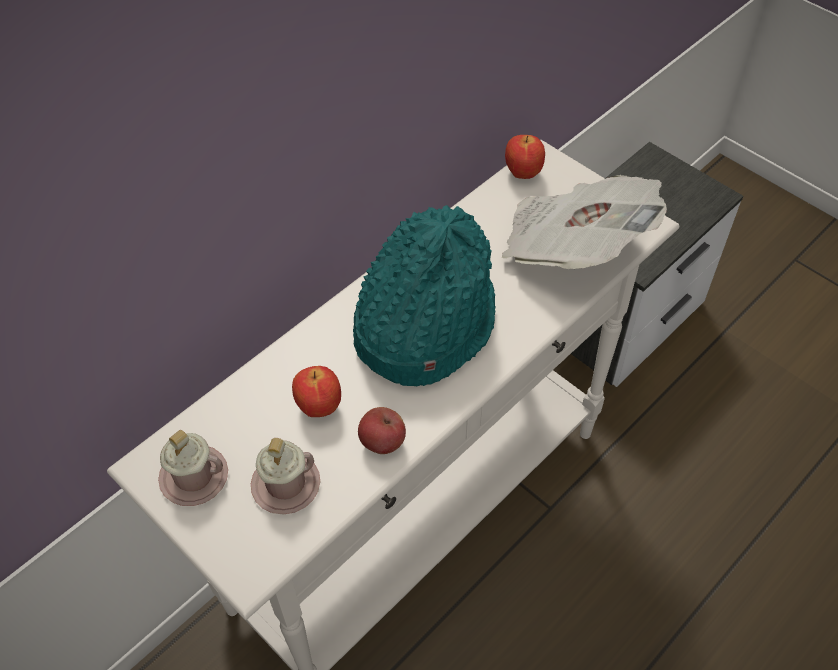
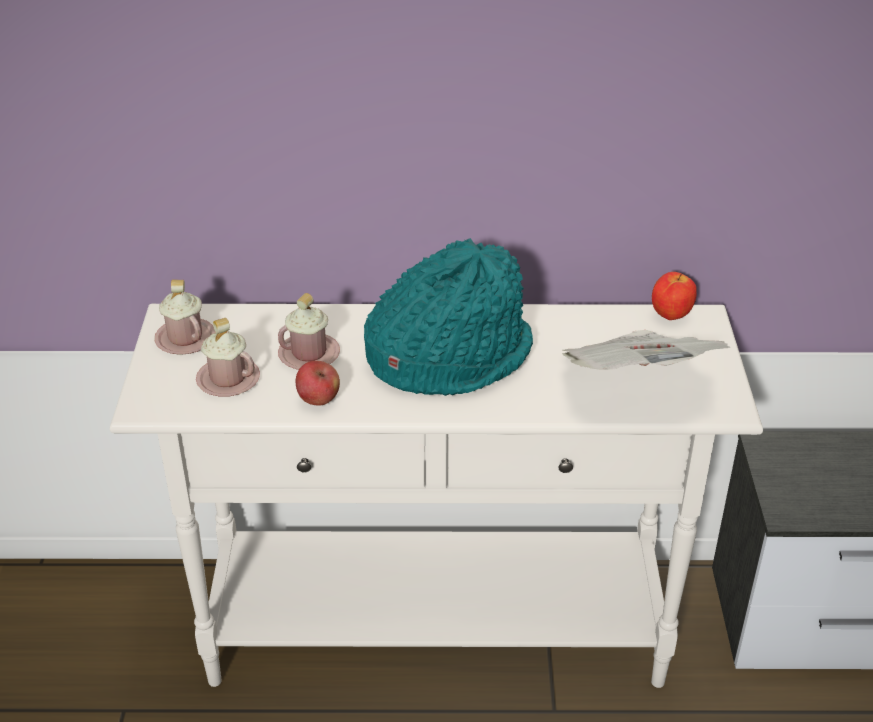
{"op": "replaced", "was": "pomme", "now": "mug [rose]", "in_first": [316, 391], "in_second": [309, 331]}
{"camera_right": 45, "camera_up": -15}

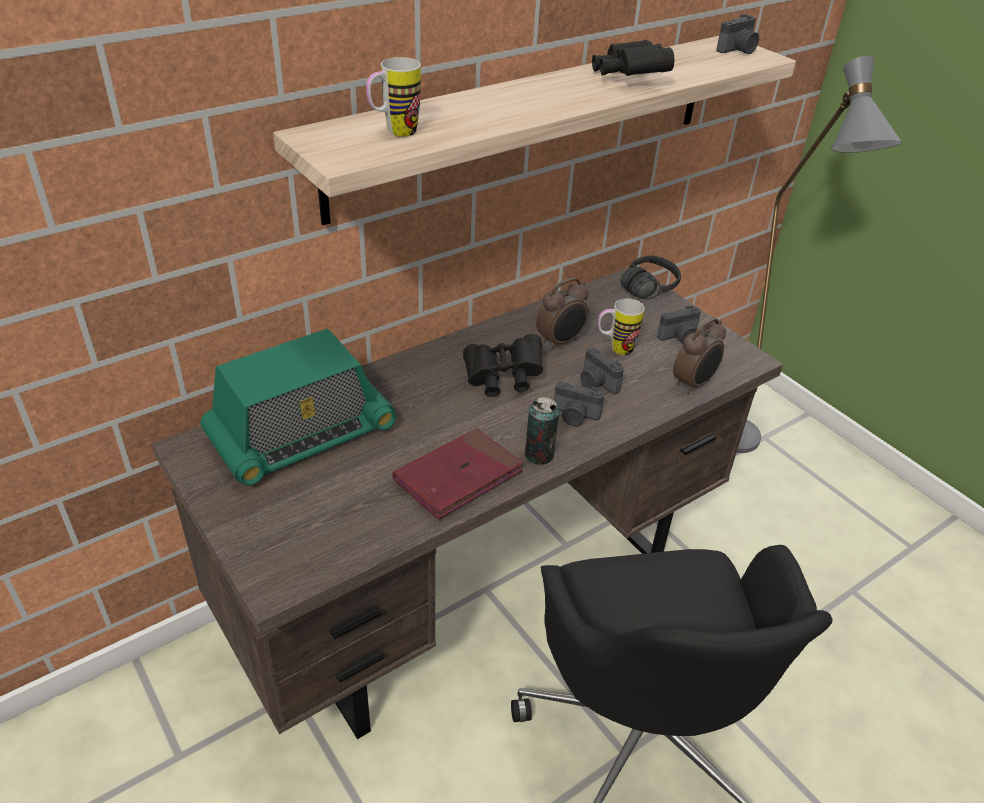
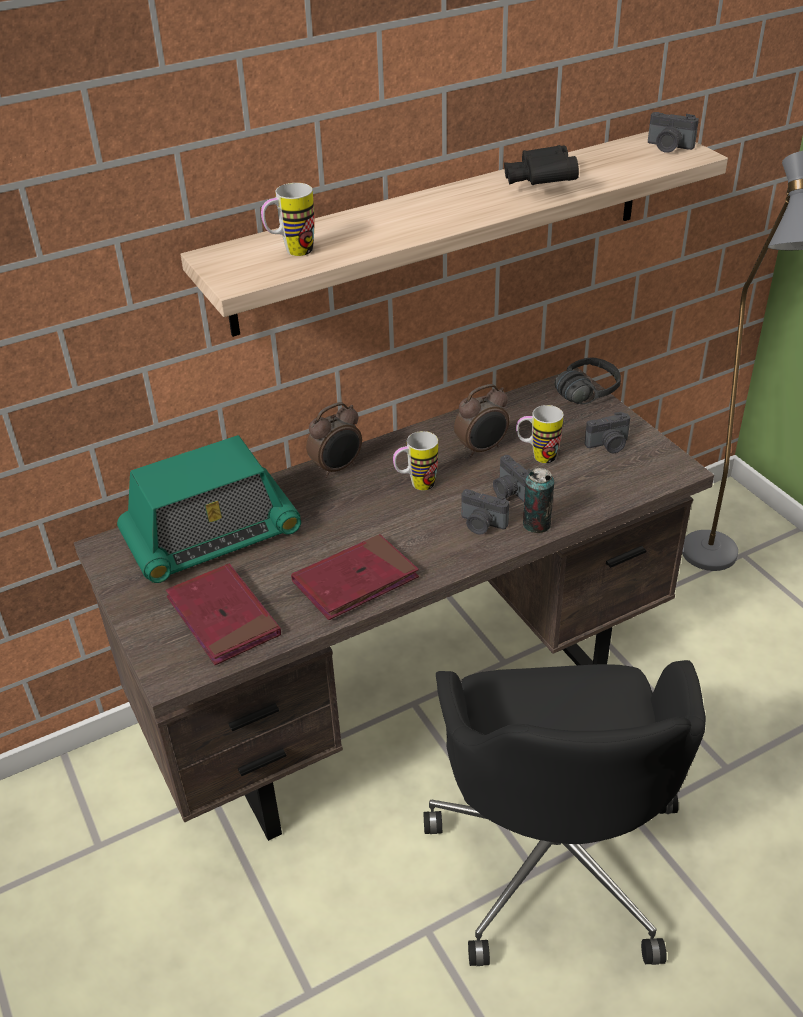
{"op": "added", "now": "livre [rouge]", "in_second": [223, 614]}
{"op": "moved", "was": "boîte métallique", "in_first": [542, 431], "in_second": [538, 500]}
{"op": "moved", "was": "réveil", "in_first": [699, 355], "in_second": [334, 440]}
{"op": "replaced", "was": "jumelles [noir]", "now": "mug", "in_first": [503, 365], "in_second": [415, 460]}
{"op": "turned", "was": "appareil photo", "in_first": [737, 34], "in_second": [673, 132], "clockwise": 60}
{"camera_right": 10, "camera_up": 0}

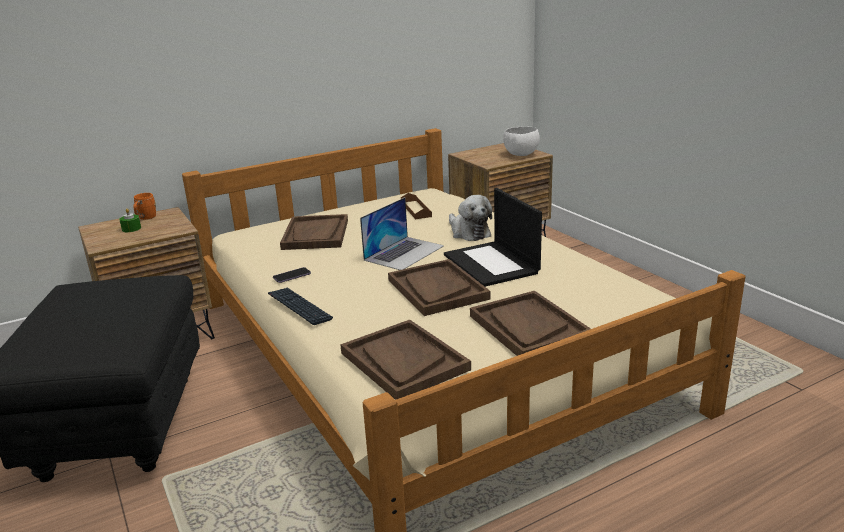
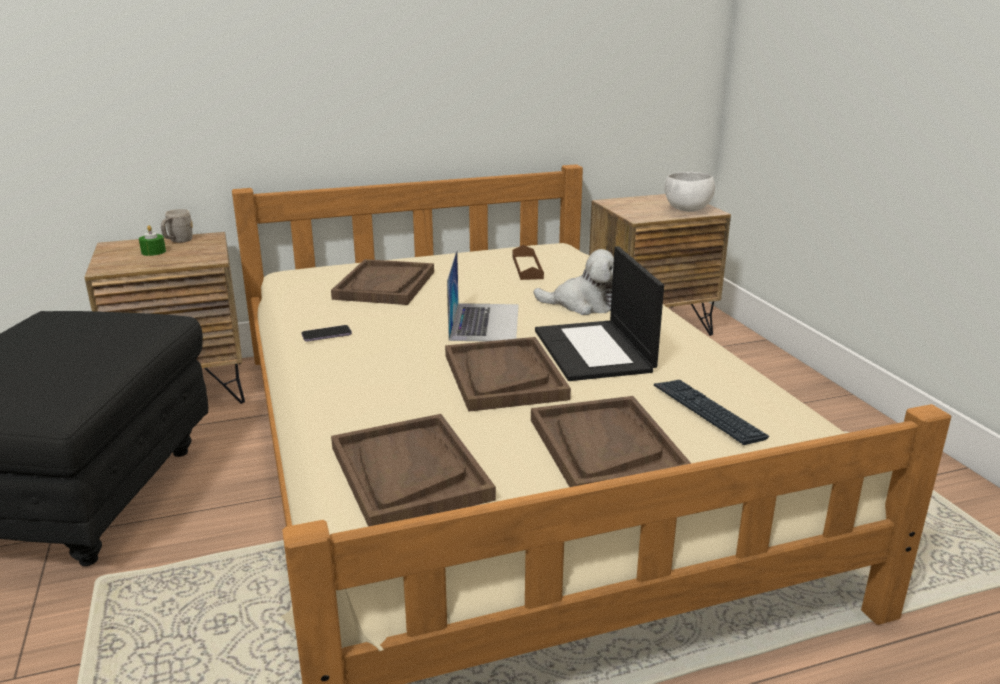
{"op": "moved", "was": "clavier", "in_first": [300, 306], "in_second": [711, 412]}
{"op": "recoloured", "was": "mug [orange]", "now": "mug [gris]", "in_first": [144, 206], "in_second": [177, 226]}
{"op": "turned", "was": "ordinateur portable", "in_first": [402, 233], "in_second": [483, 295], "clockwise": -45}
{"op": "turned", "was": "peluche", "in_first": [470, 218], "in_second": [573, 282], "clockwise": -60}
{"camera_right": 10, "camera_up": 0}

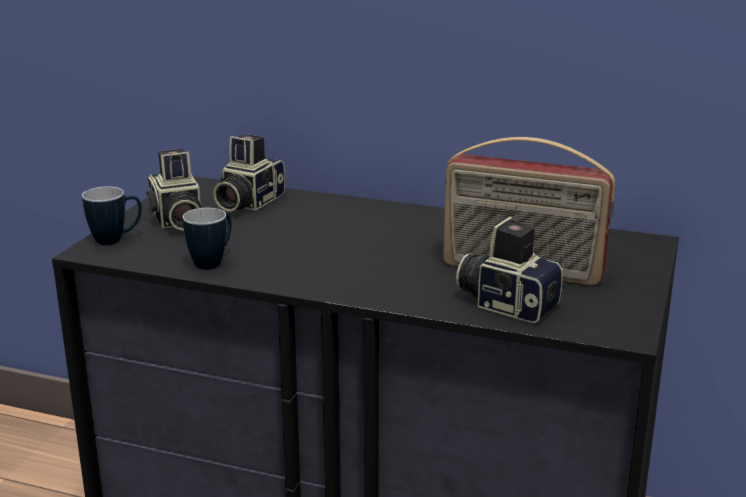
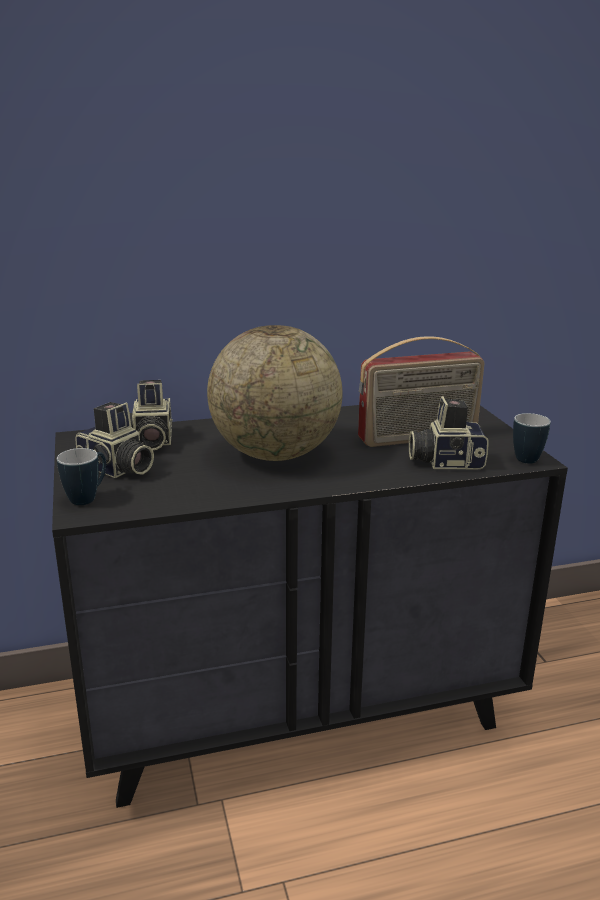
{"op": "added", "now": "globe", "in_second": [275, 393]}
{"op": "moved", "was": "mug", "in_first": [207, 239], "in_second": [532, 438]}
{"camera_right": -35, "camera_up": 0}

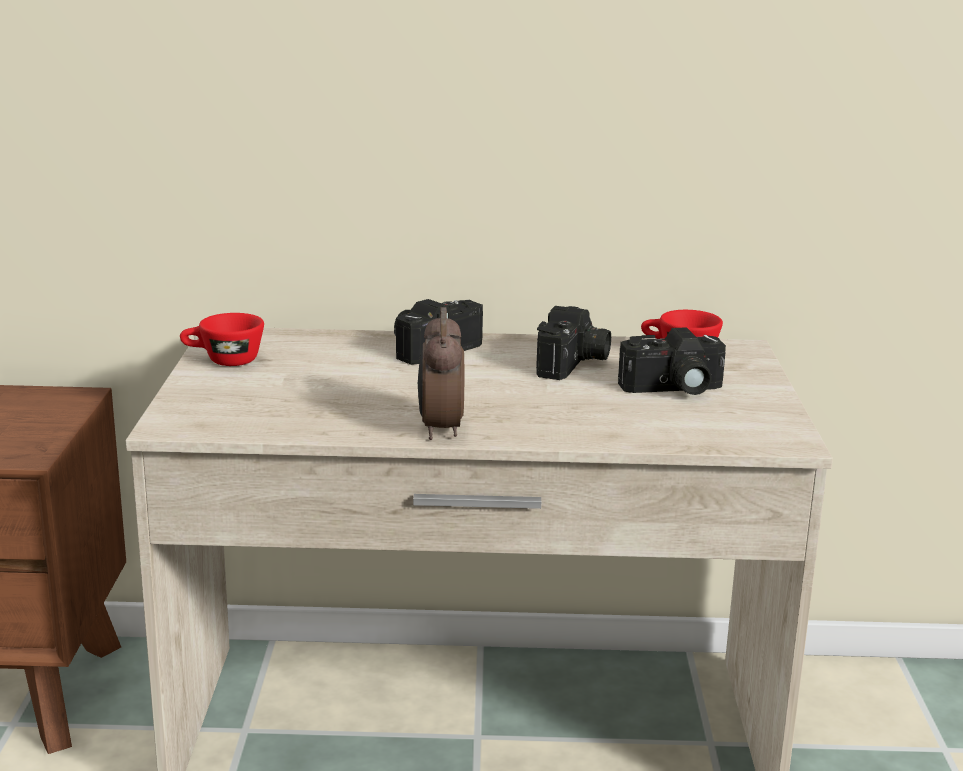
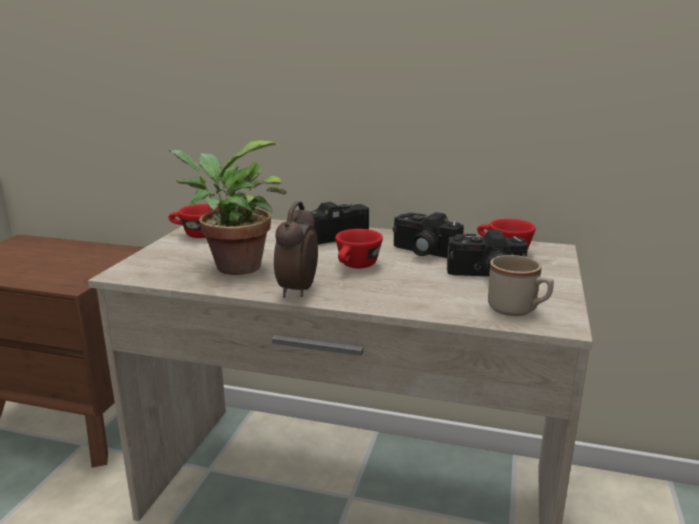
{"op": "added", "now": "plante en pot", "in_second": [228, 207]}
{"op": "added", "now": "tasse [rouge]", "in_second": [359, 248]}
{"op": "added", "now": "mug [beige]", "in_second": [521, 285]}
{"op": "turned", "was": "appareil photo", "in_first": [573, 343], "in_second": [428, 235], "clockwise": 90}
{"camera_right": 15, "camera_up": 0}

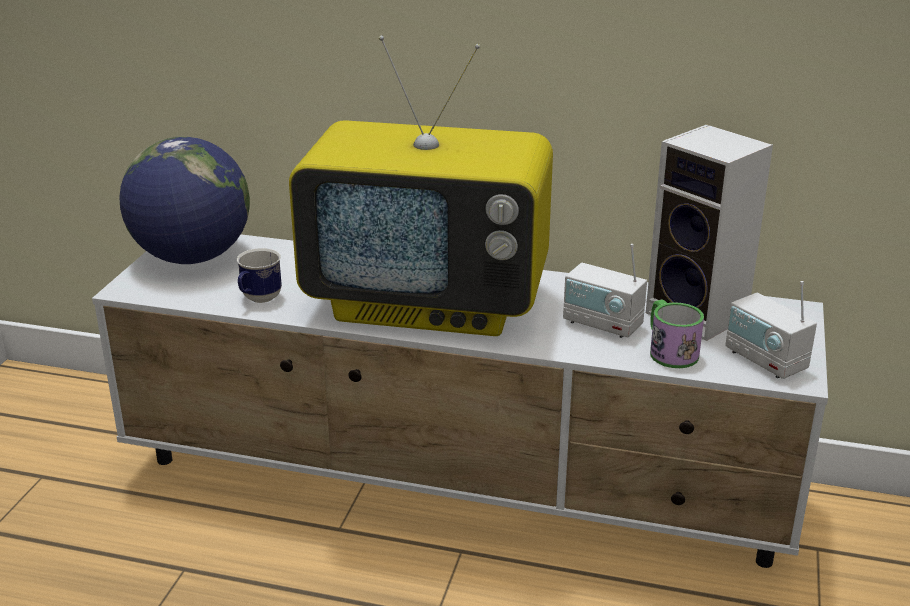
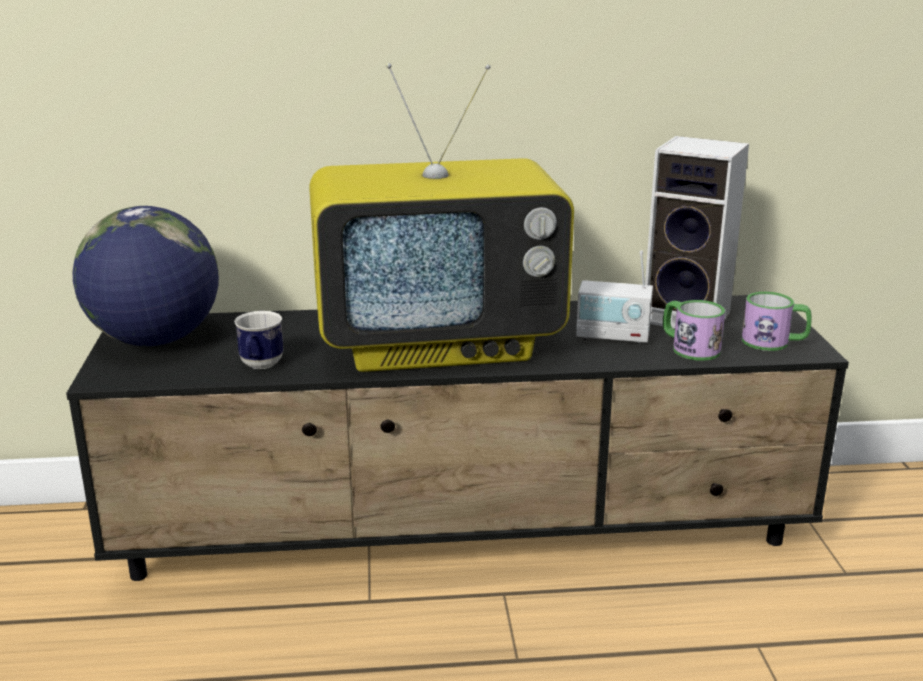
{"op": "replaced", "was": "radio", "now": "mug", "in_first": [771, 330], "in_second": [777, 321]}
{"op": "recoloured", "was": "meuble télé [blanc]", "now": "meuble télé [noir]", "in_first": [460, 401], "in_second": [457, 438]}
{"camera_right": -20, "camera_up": -5}

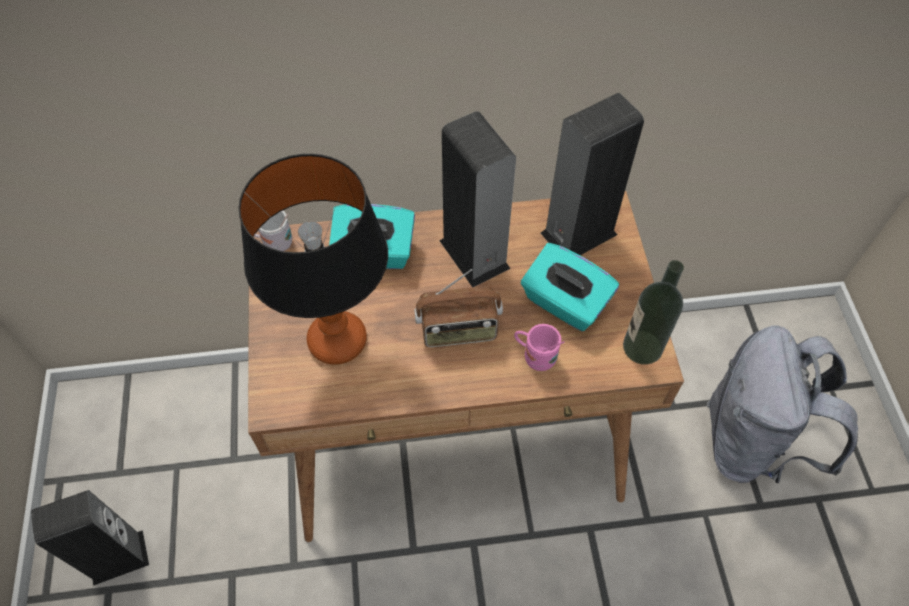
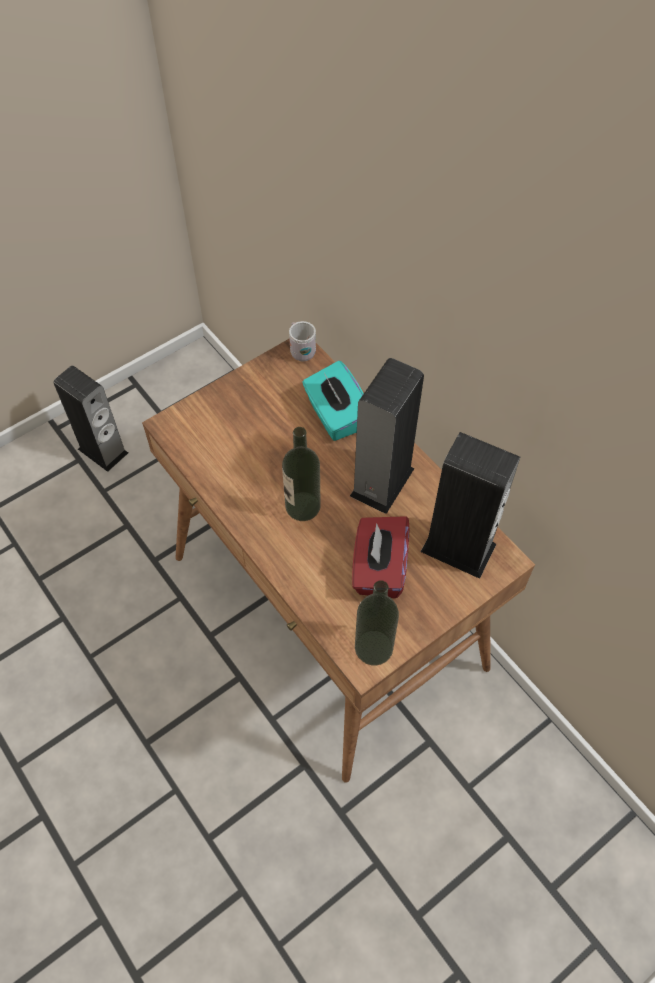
{"op": "removed", "was": "lampe de table", "in_first": [313, 259]}
{"op": "removed", "was": "mug [rose]", "in_first": [539, 347]}
{"op": "removed", "was": "sac à dos [gris]", "in_first": [782, 404]}
{"op": "replaced", "was": "radio", "now": "bouteille", "in_first": [458, 308], "in_second": [301, 474]}
{"op": "recoloured", "was": "boîte à mouchoirs [turquoise]", "now": "boîte à mouchoirs [rouge]", "in_first": [570, 287], "in_second": [380, 557]}
{"camera_right": 60, "camera_up": 0}

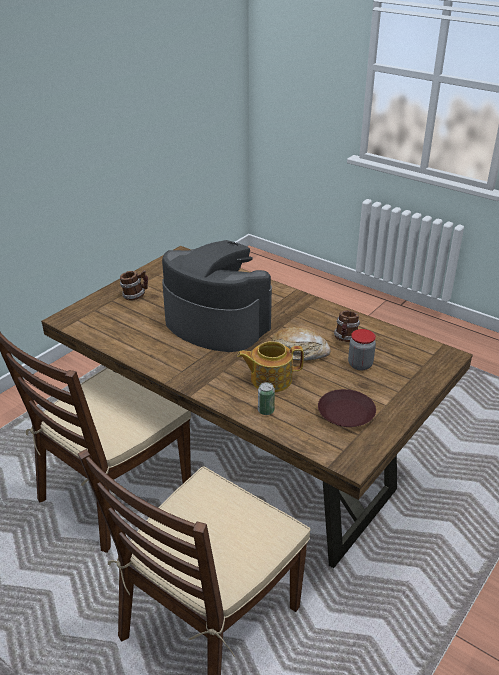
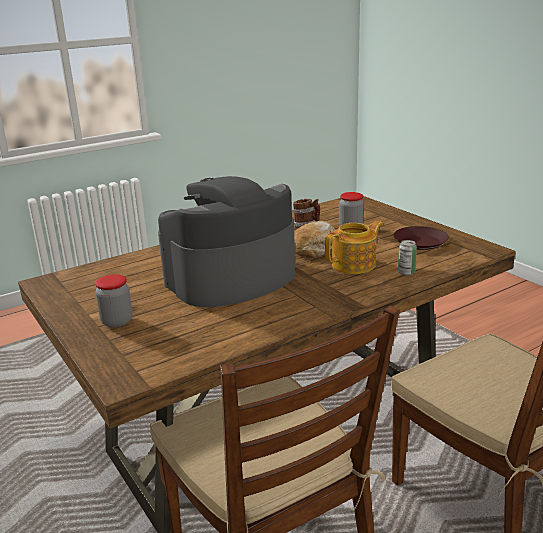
{"op": "replaced", "was": "mug", "now": "bocal", "in_first": [134, 285], "in_second": [113, 301]}
{"op": "turned", "was": "théière", "in_first": [270, 366], "in_second": [354, 247], "clockwise": -135}
{"camera_right": -70, "camera_up": -10}

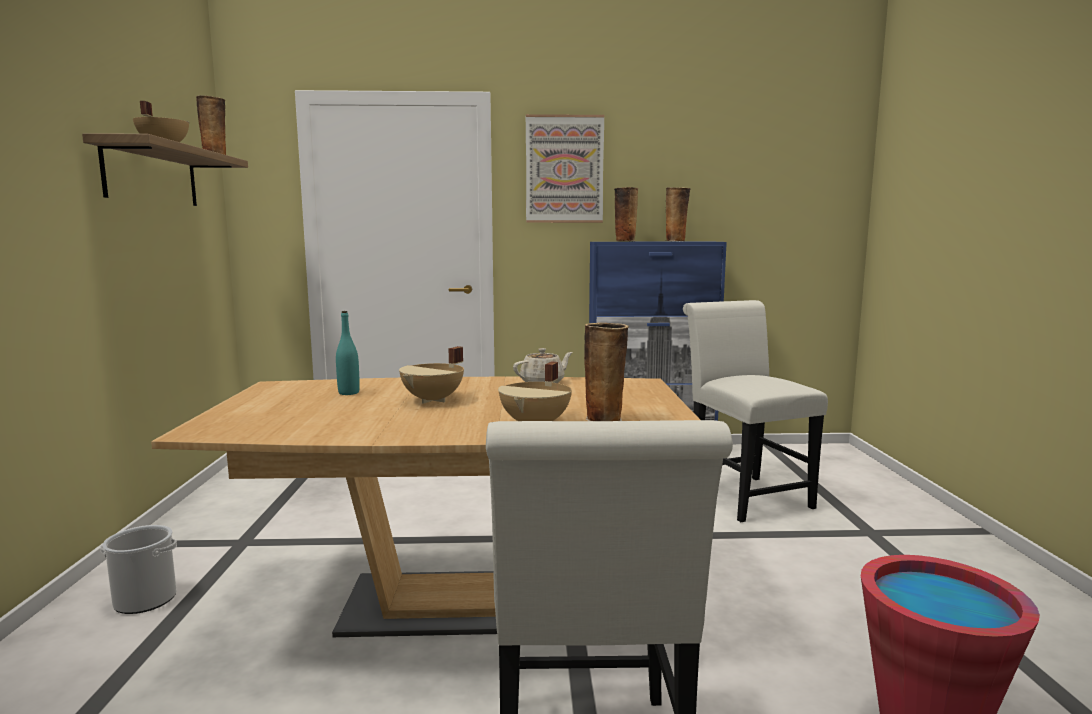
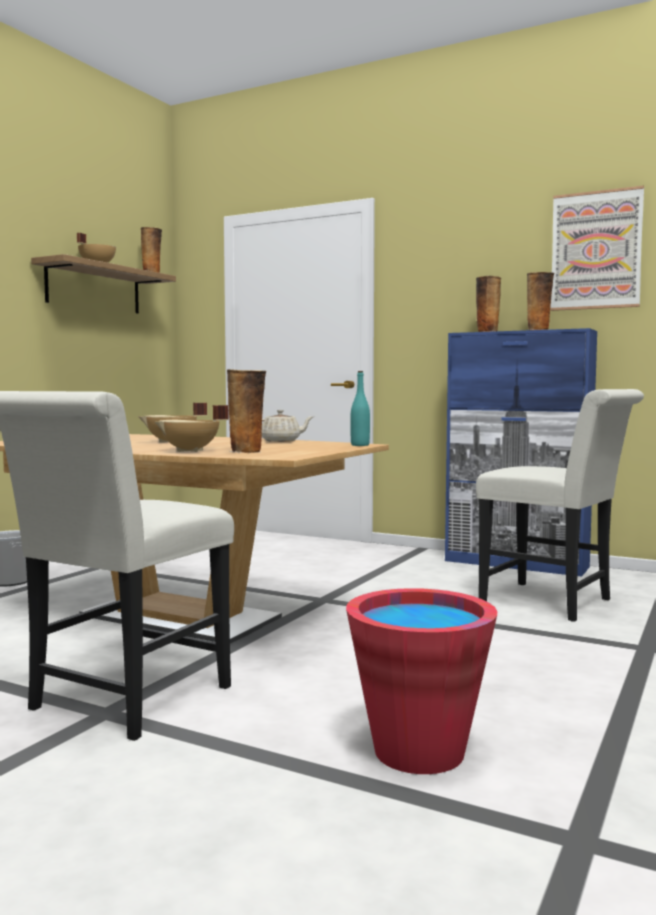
{"op": "moved", "was": "bouteille [turquoise]", "in_first": [348, 353], "in_second": [360, 408]}
{"op": "moved", "was": "tableau", "in_first": [565, 168], "in_second": [597, 248]}
{"op": "turned", "was": "chaise [blanc]", "in_first": [755, 411], "in_second": [560, 505], "clockwise": 120}
{"camera_right": 30, "camera_up": -5}

